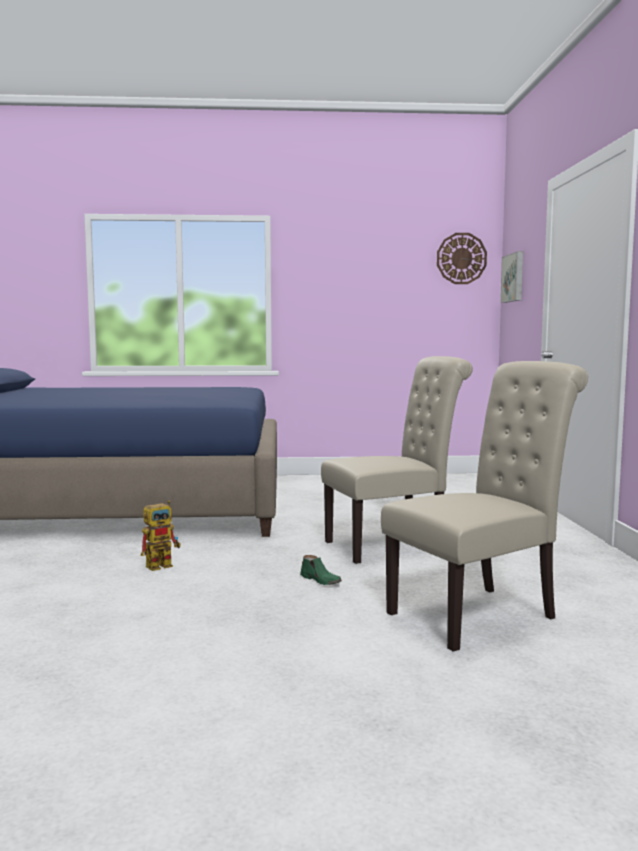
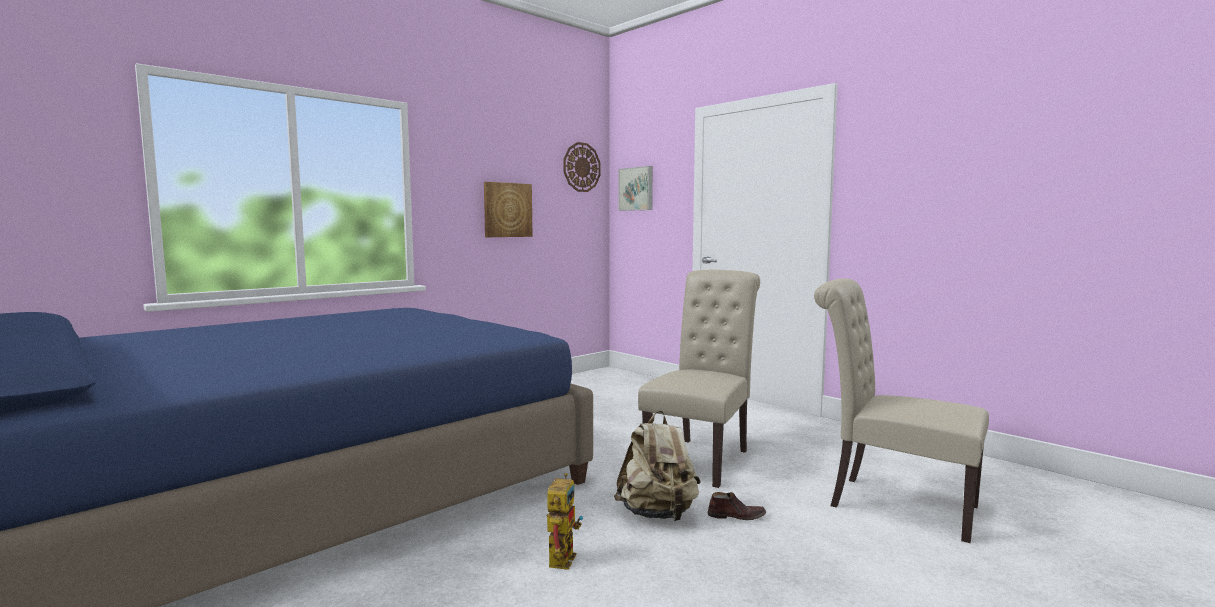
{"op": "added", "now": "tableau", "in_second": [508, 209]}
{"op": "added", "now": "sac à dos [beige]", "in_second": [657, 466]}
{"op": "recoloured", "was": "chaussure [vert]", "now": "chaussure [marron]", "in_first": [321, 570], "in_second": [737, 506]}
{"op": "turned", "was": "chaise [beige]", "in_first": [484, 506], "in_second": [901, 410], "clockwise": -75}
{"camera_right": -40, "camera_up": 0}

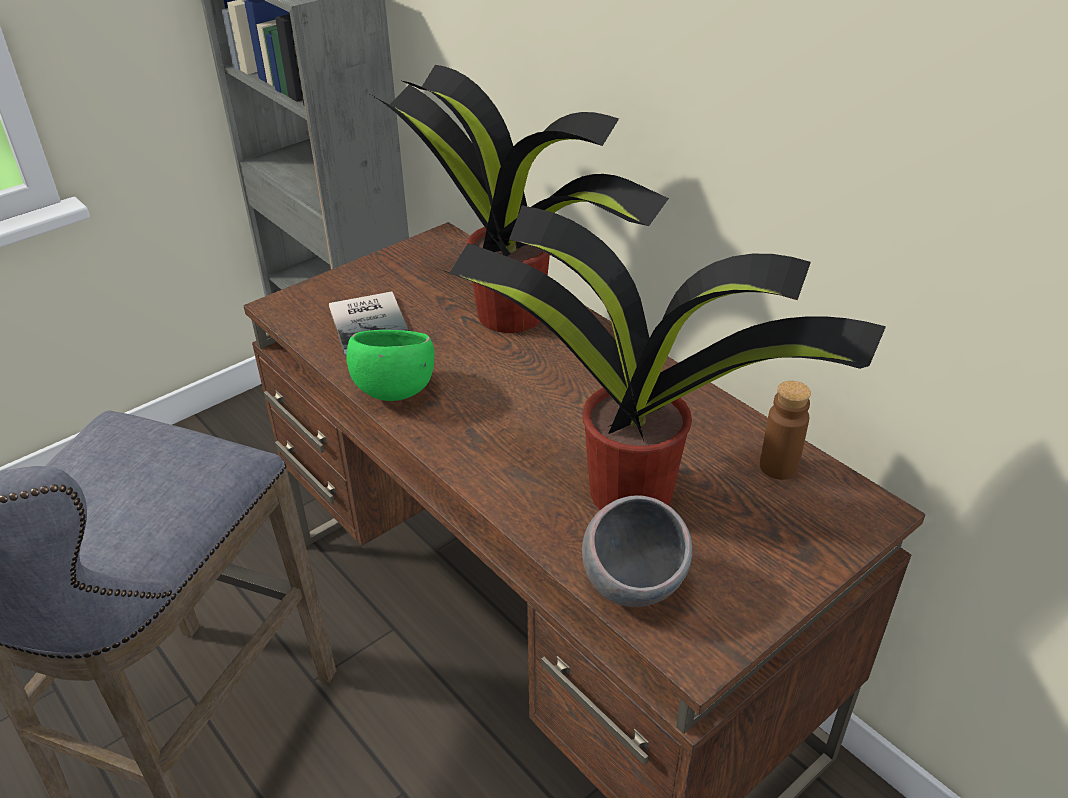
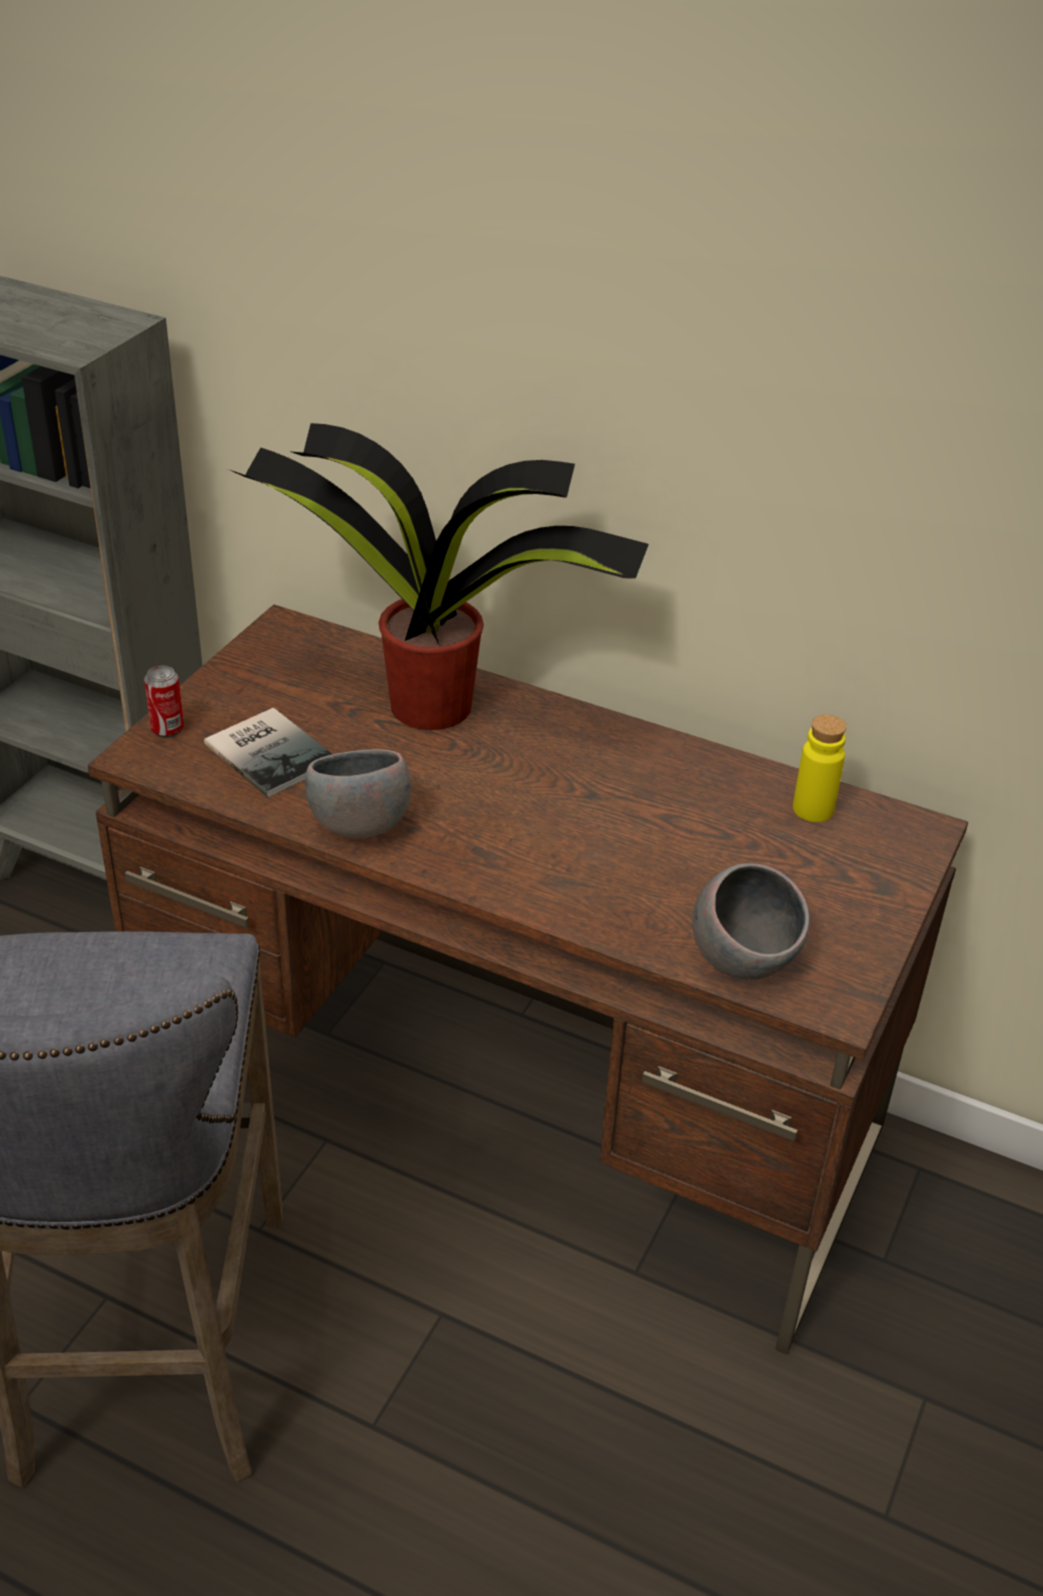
{"op": "removed", "was": "plante en pot", "in_first": [661, 357]}
{"op": "added", "now": "boîte métallique", "in_second": [164, 702]}
{"op": "recoloured", "was": "bol [vert]", "now": "bol [gris]", "in_first": [390, 365], "in_second": [358, 793]}
{"op": "recoloured", "was": "bouteille [marron]", "now": "bouteille [jaune]", "in_first": [785, 430], "in_second": [820, 768]}
{"camera_right": -25, "camera_up": 0}

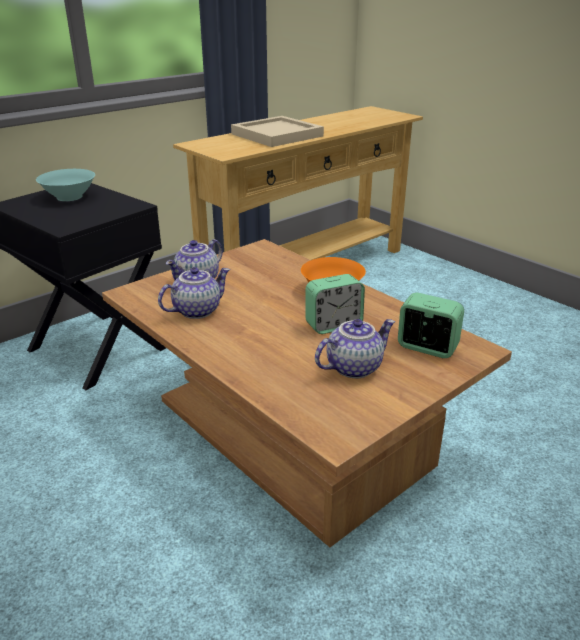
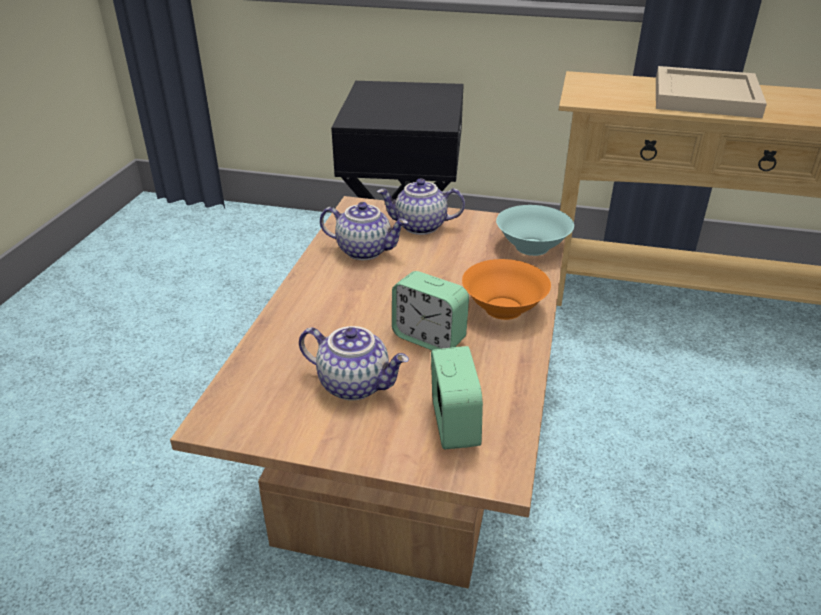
{"op": "moved", "was": "bol [turquoise]", "in_first": [65, 185], "in_second": [535, 230]}
{"camera_right": 55, "camera_up": 5}

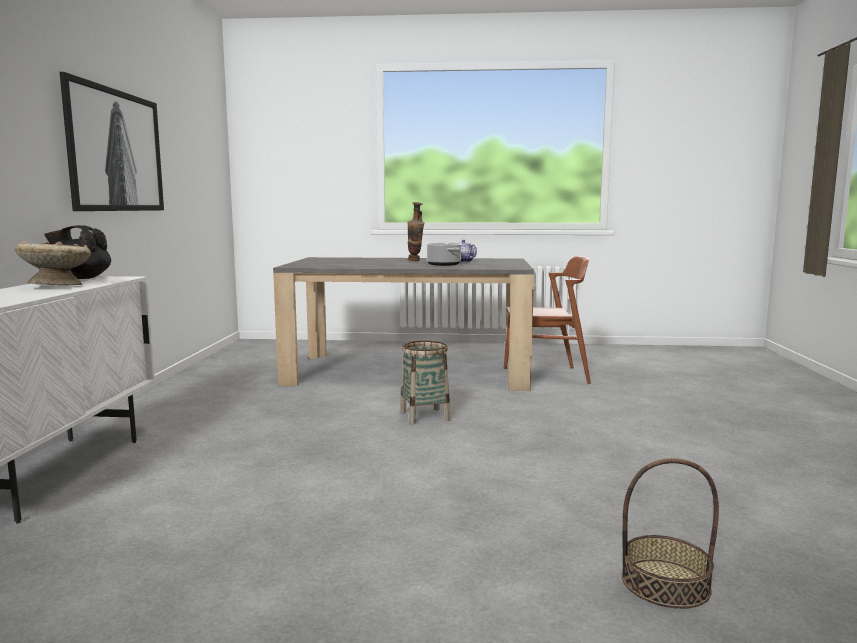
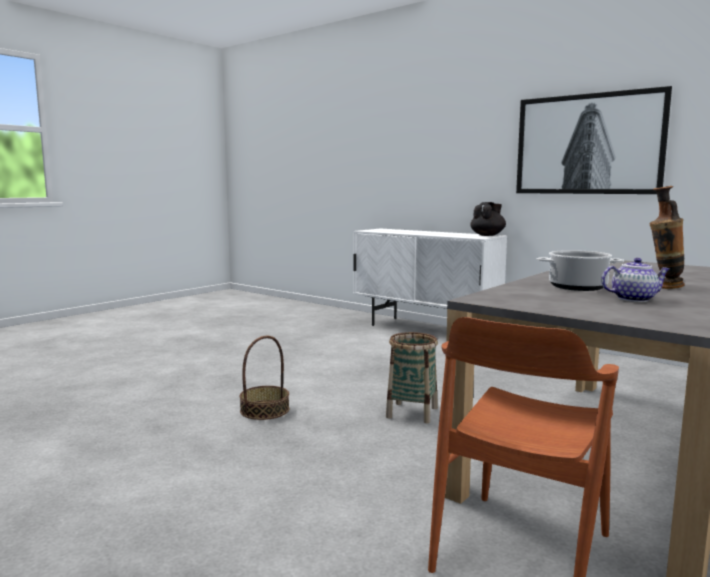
{"op": "removed", "was": "bol [beige]", "in_first": [53, 263]}
{"op": "moved", "was": "panier", "in_first": [670, 533], "in_second": [264, 378]}
{"camera_right": 125, "camera_up": 0}

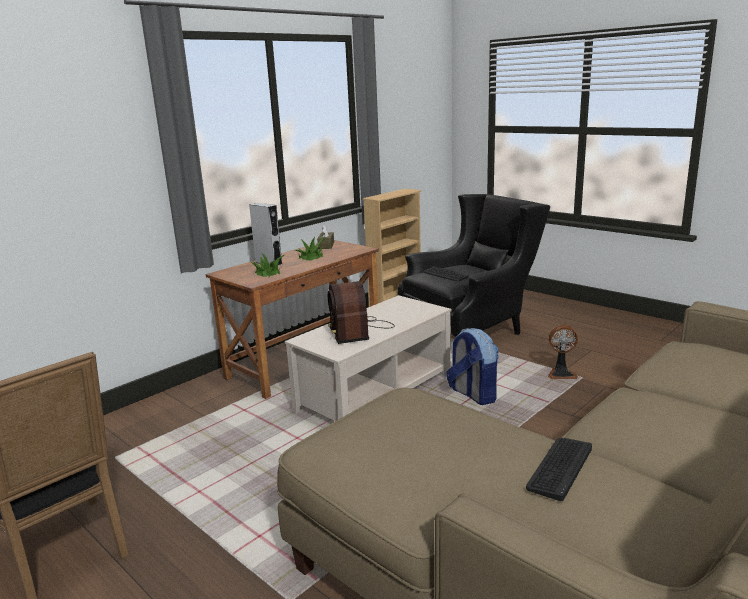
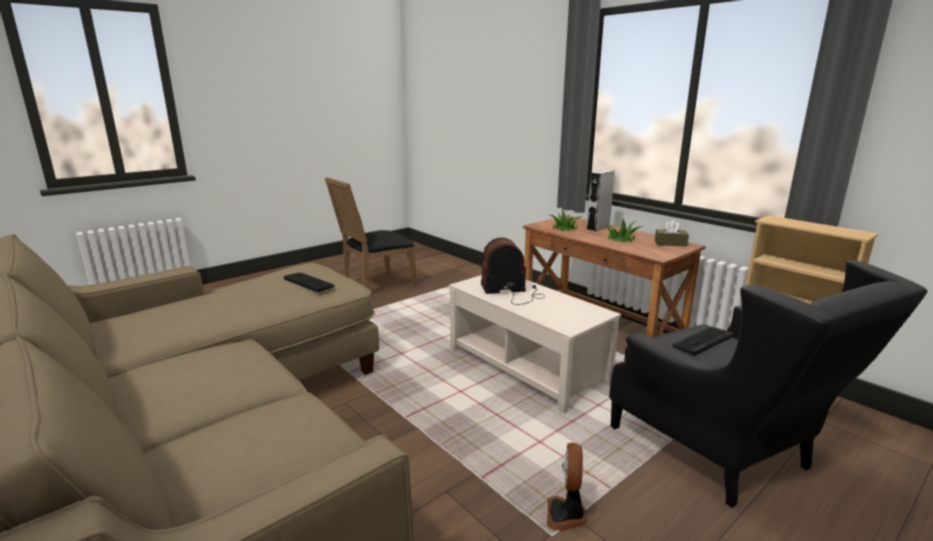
{"op": "removed", "was": "sac à dos", "in_first": [472, 366]}
{"op": "moved", "was": "clavier", "in_first": [559, 469], "in_second": [309, 282]}
{"camera_right": 95, "camera_up": 0}

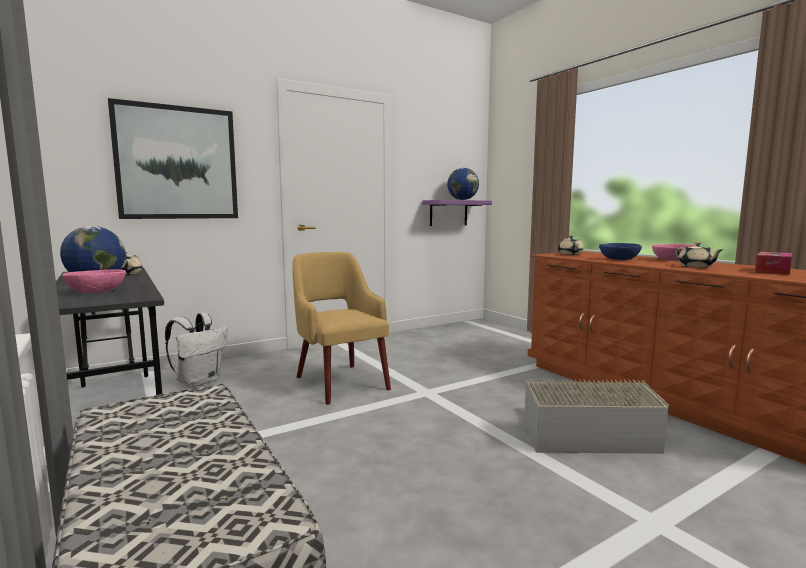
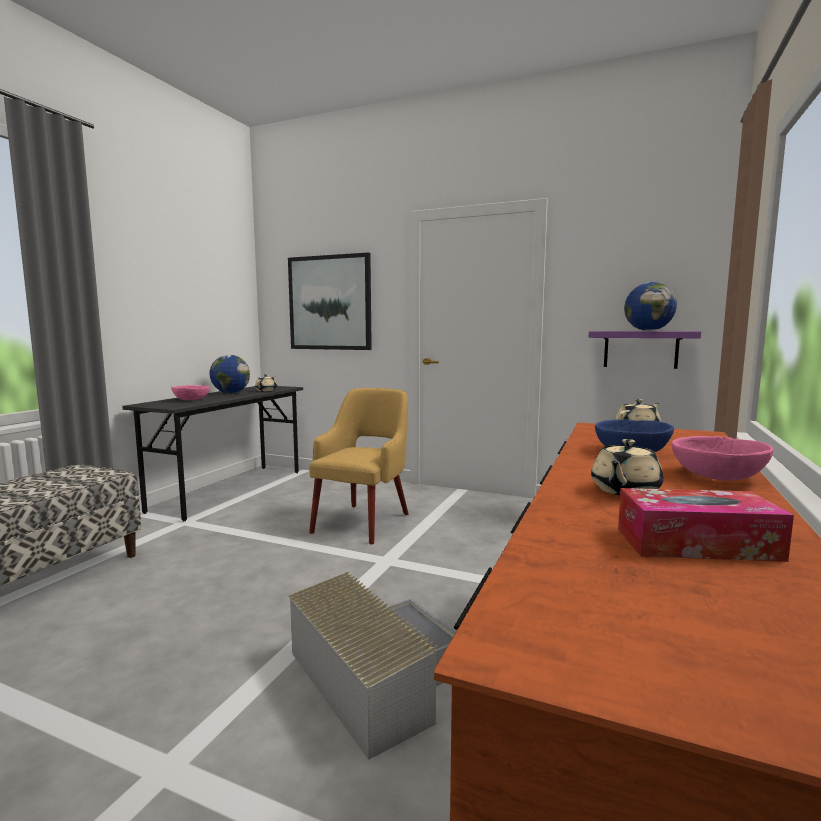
{"op": "removed", "was": "sac à dos [blanc]", "in_first": [196, 350]}
{"camera_right": 55, "camera_up": 0}

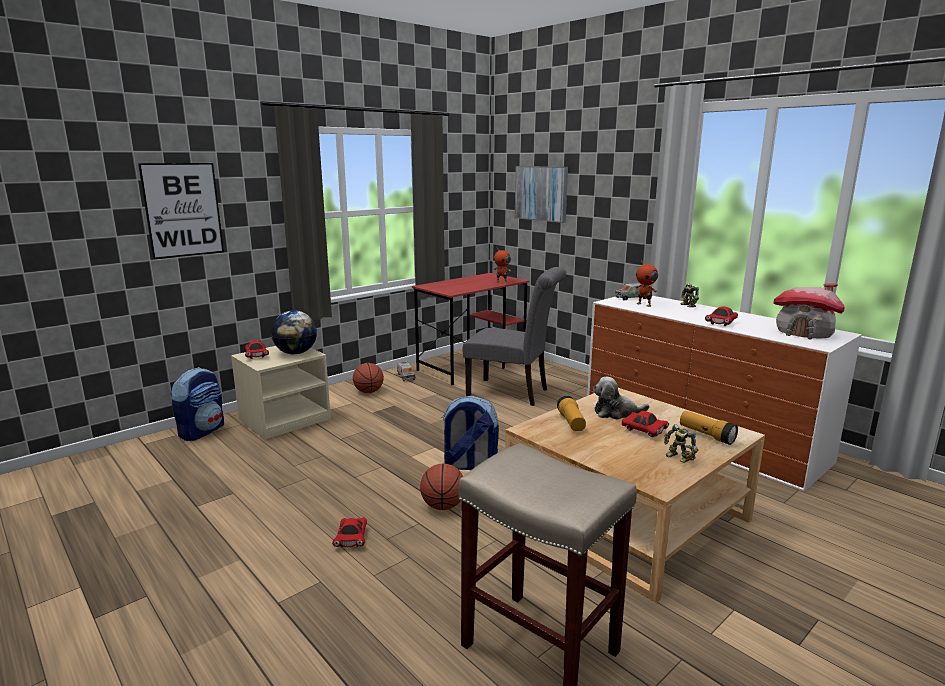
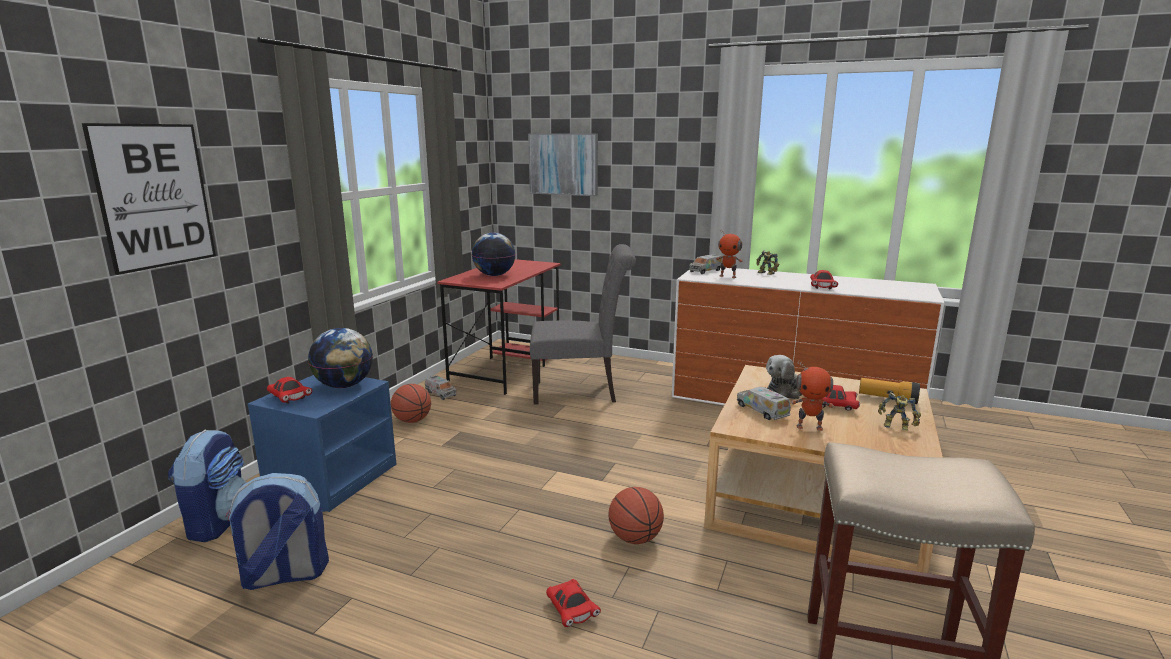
{"op": "removed", "was": "maison miniature", "in_first": [808, 311]}
{"op": "added", "now": "globe", "in_second": [494, 254]}
{"op": "moved", "was": "sac à dos", "in_first": [470, 433], "in_second": [277, 531]}
{"op": "moved", "was": "robot jouet", "in_first": [502, 265], "in_second": [812, 396]}
{"op": "replaced", "was": "lampe de poche", "now": "camion jouet", "in_first": [571, 413], "in_second": [764, 403]}
{"op": "recoloured", "was": "table de chevet [beige]", "now": "table de chevet [bleu]", "in_first": [281, 393], "in_second": [322, 443]}
{"camera_right": -25, "camera_up": 0}

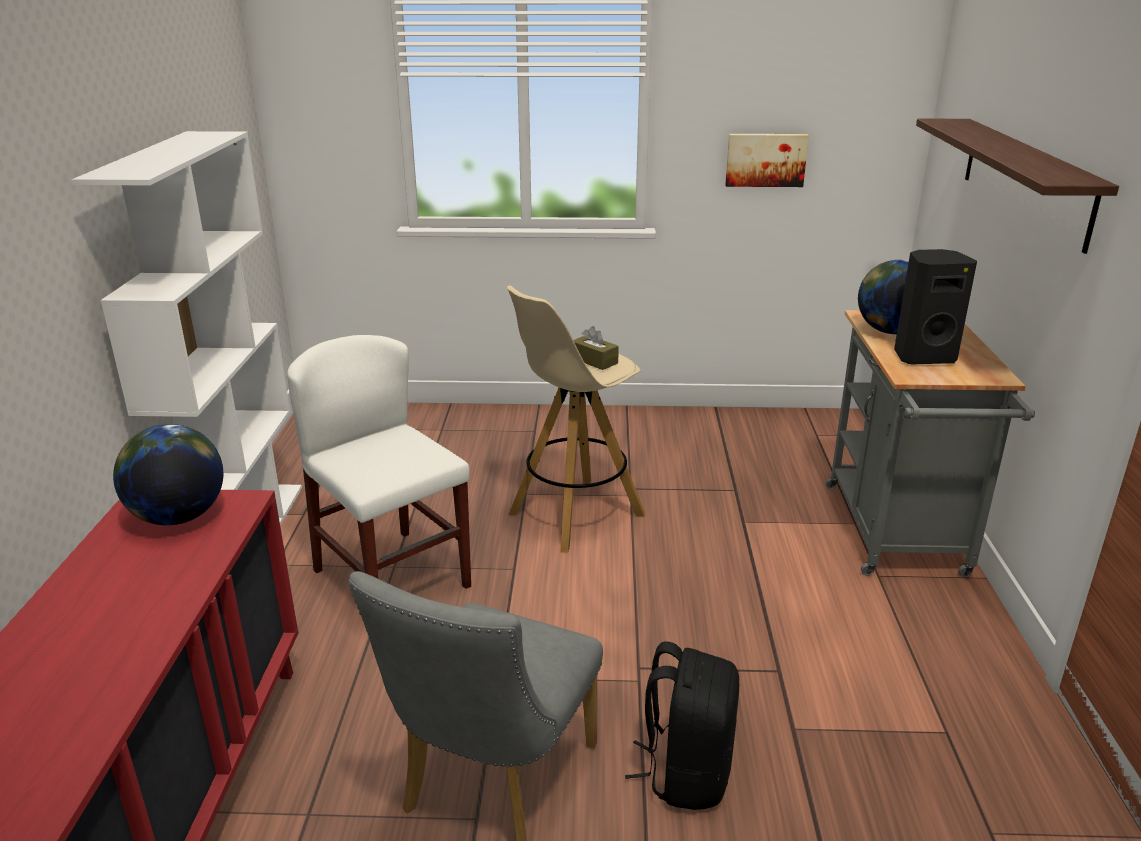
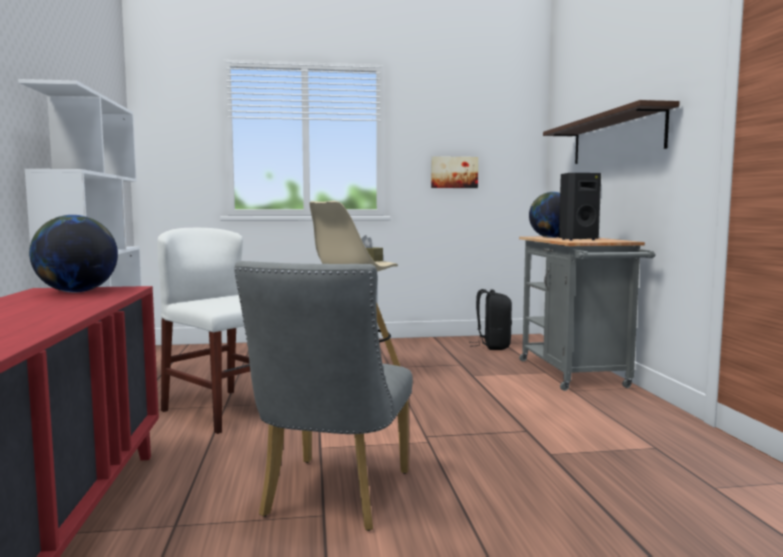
{"op": "moved", "was": "sac à dos [noir]", "in_first": [682, 725], "in_second": [491, 319]}
{"camera_right": -10, "camera_up": -20}

